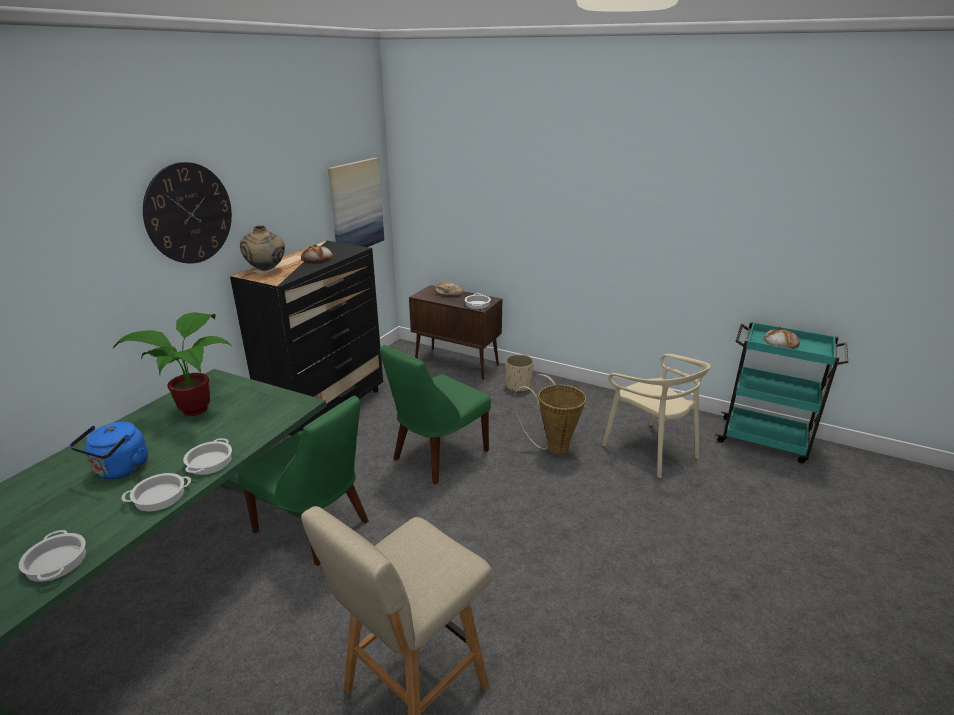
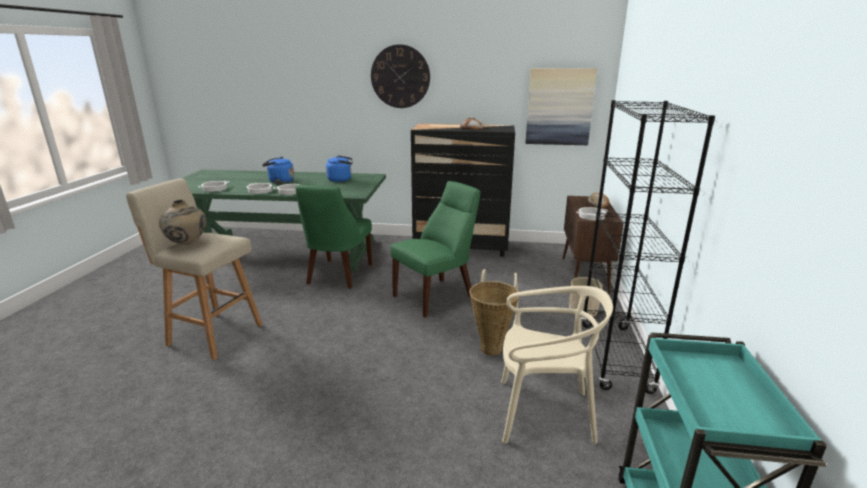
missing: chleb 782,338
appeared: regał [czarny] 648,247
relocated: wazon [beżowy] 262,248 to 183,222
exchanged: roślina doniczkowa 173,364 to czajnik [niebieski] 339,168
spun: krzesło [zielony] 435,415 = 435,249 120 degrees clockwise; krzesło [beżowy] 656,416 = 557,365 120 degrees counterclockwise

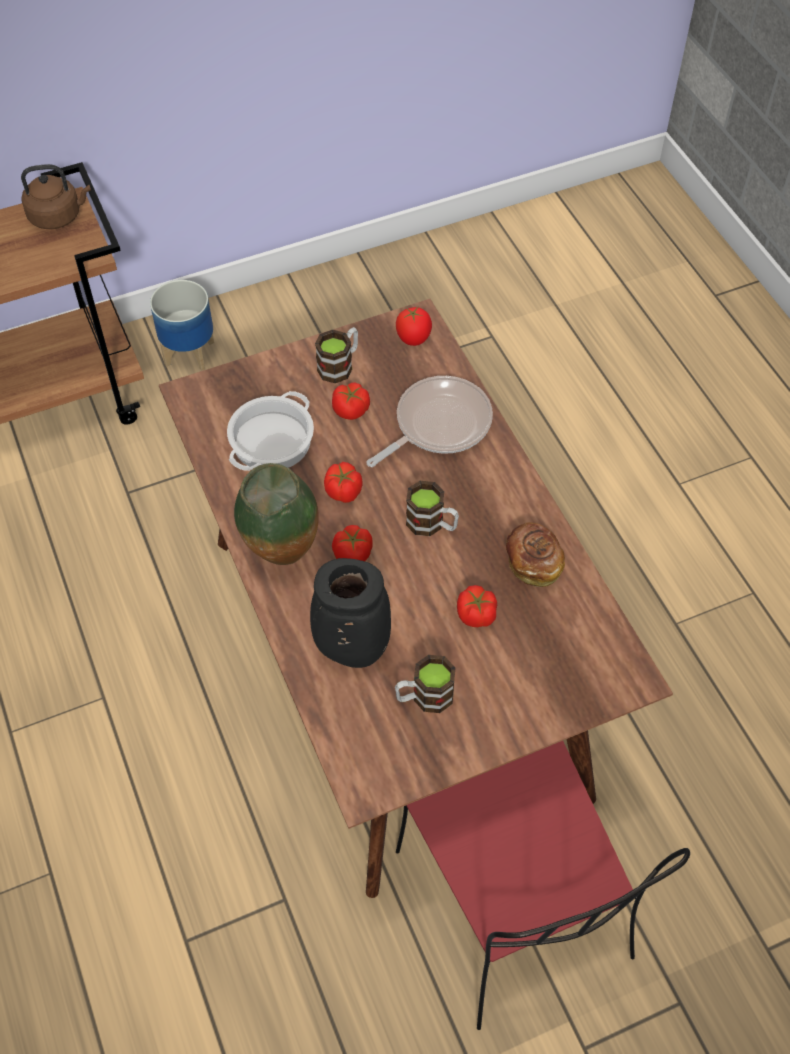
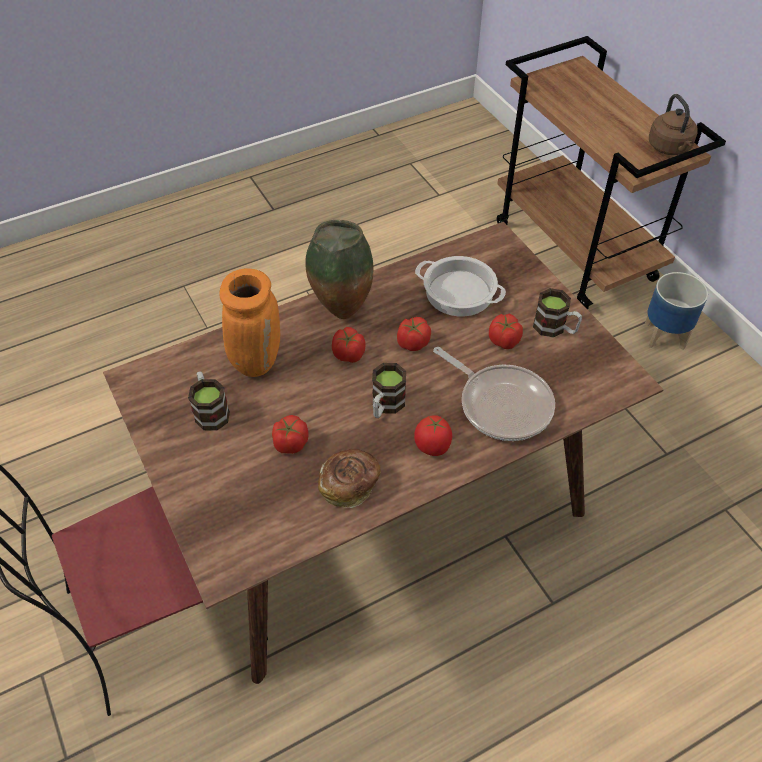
relocated: pomidor 414,326 to 433,435
colour: wazon [czarny] 350,613 to wazon [pomarańczowy] 249,323

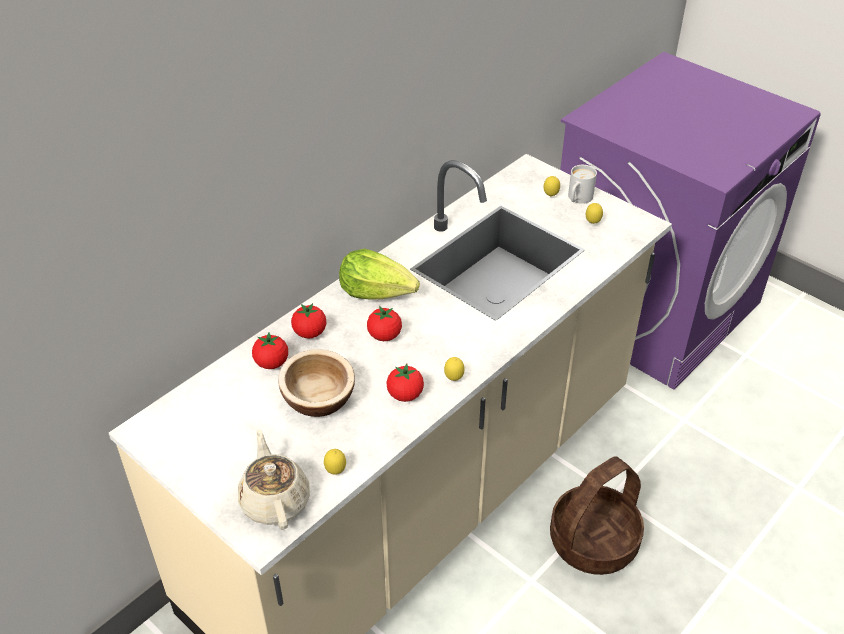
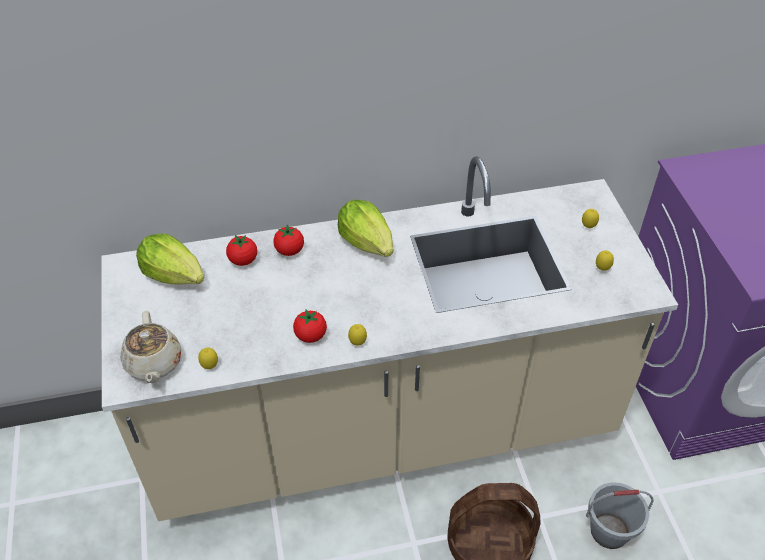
missing: kubek [biały] 582,184; pomidor 384,323; miska 316,383
appeared: sałata 170,259; wiadro [szary] 620,515
spun: imbryk [beżowy] 274,479 = 150,347 150 degrees clockwise

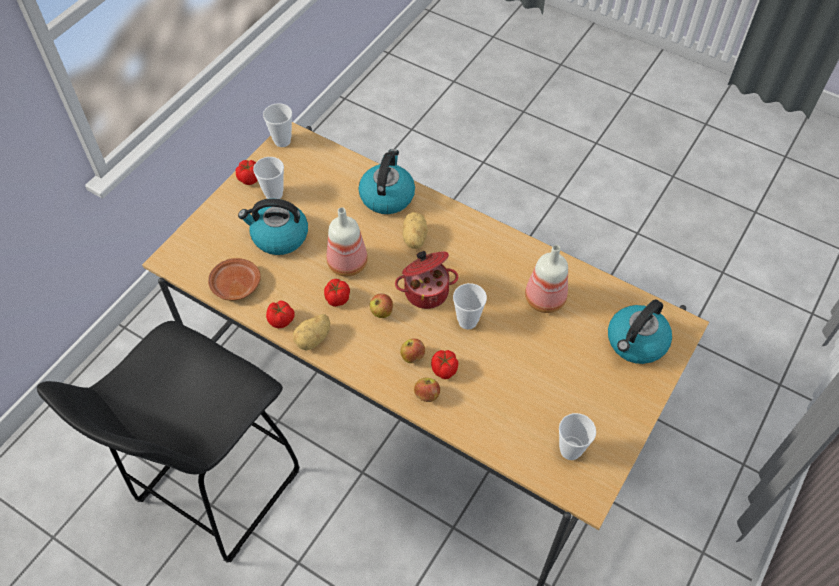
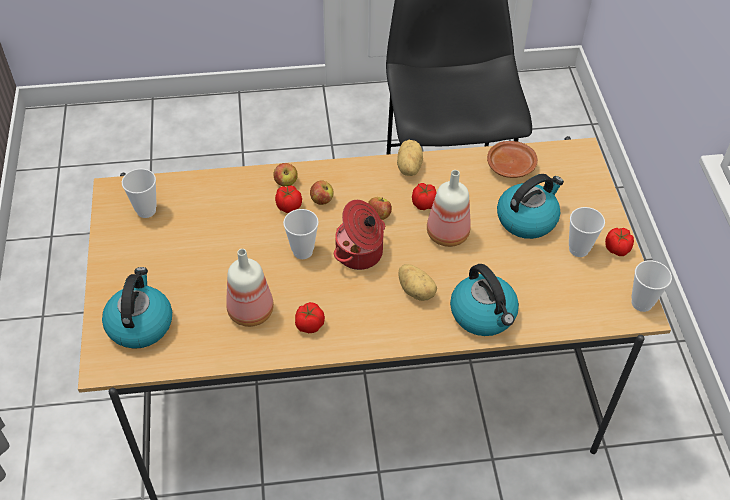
relocated: pomidor 280,314 to 310,317

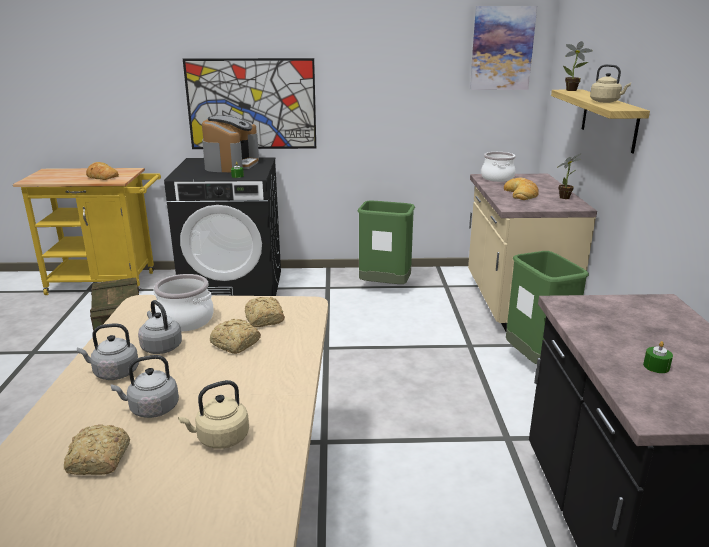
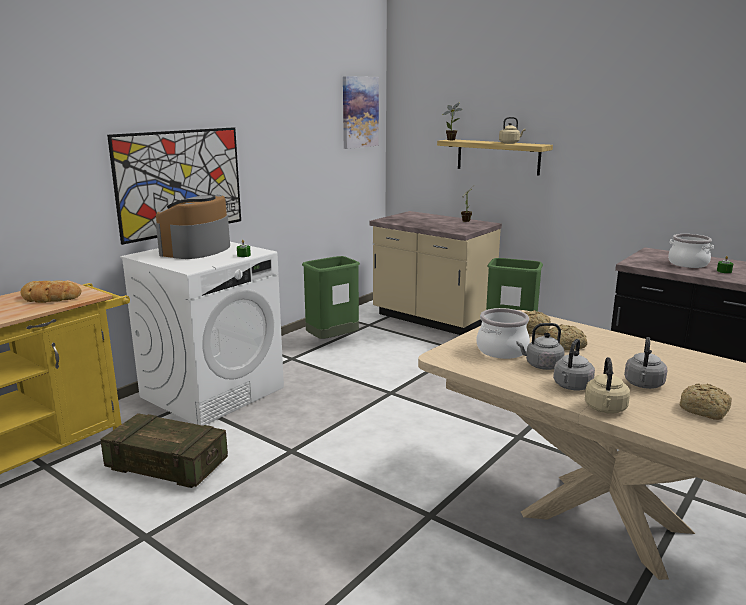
missing: chleb 521,189
relocated: garnek 498,167 to 691,251; czajnik [beżowy] 213,414 to 607,385
colour: pralka [czarny] 222,226 to pralka [biały] 202,334
spun: ekspres do kawy 230,144 = 193,227 120 degrees counterclockwise

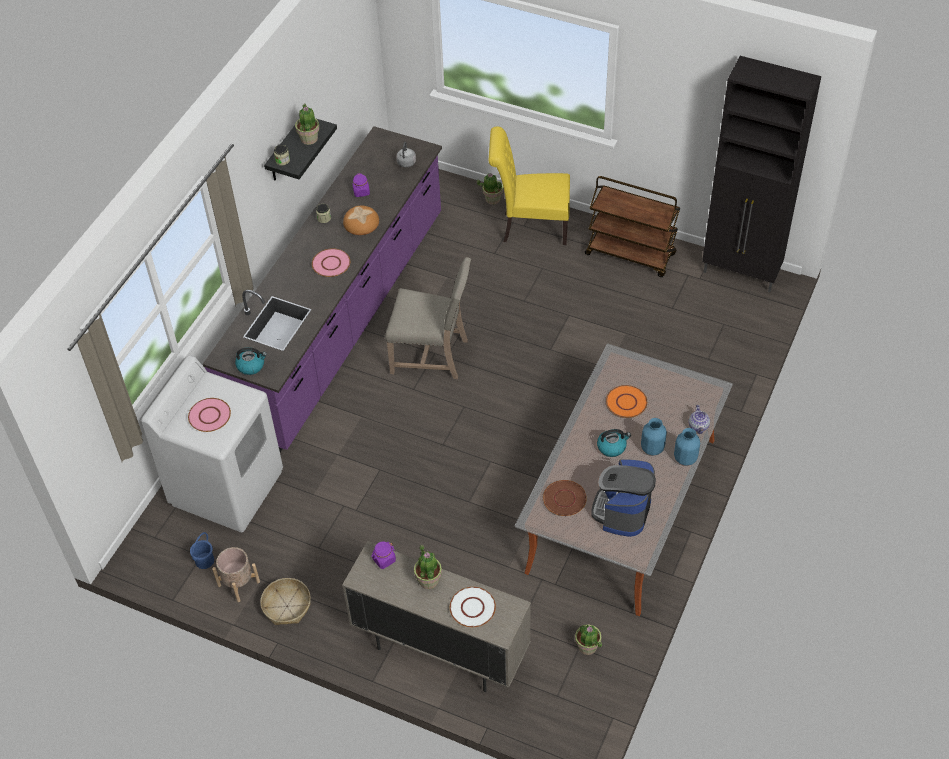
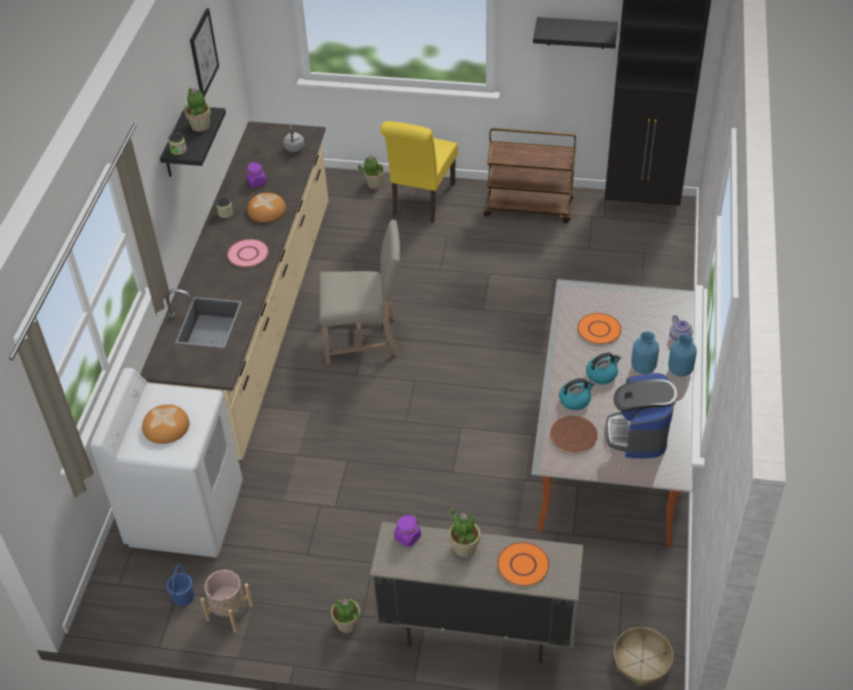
appeared: obraz 204,52; półka [czarny] 575,33
relocated: czajnik 251,361 to 577,394; koszyk 285,601 to 643,656; roślina doniczkowa 588,640 to 346,615
exchanged: talerz [różowy] 209,415 to chleb 165,424
colour: zabudowa kuchenna [fioletowy] 322,289 to zabudowa kuchenna [beżowy] 234,290; talerz [biały] 473,607 to talerz [pomarańczowy] 523,564
spun: krzesło [żółty] 529,186 = 419,172 60 degrees counterclockwise

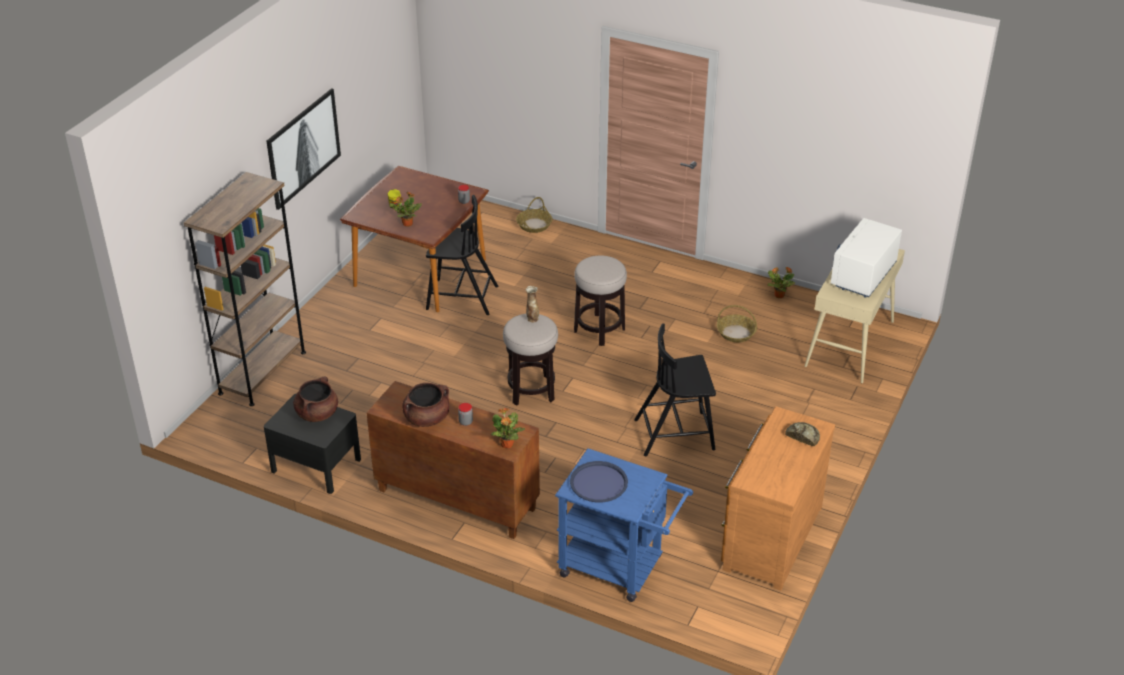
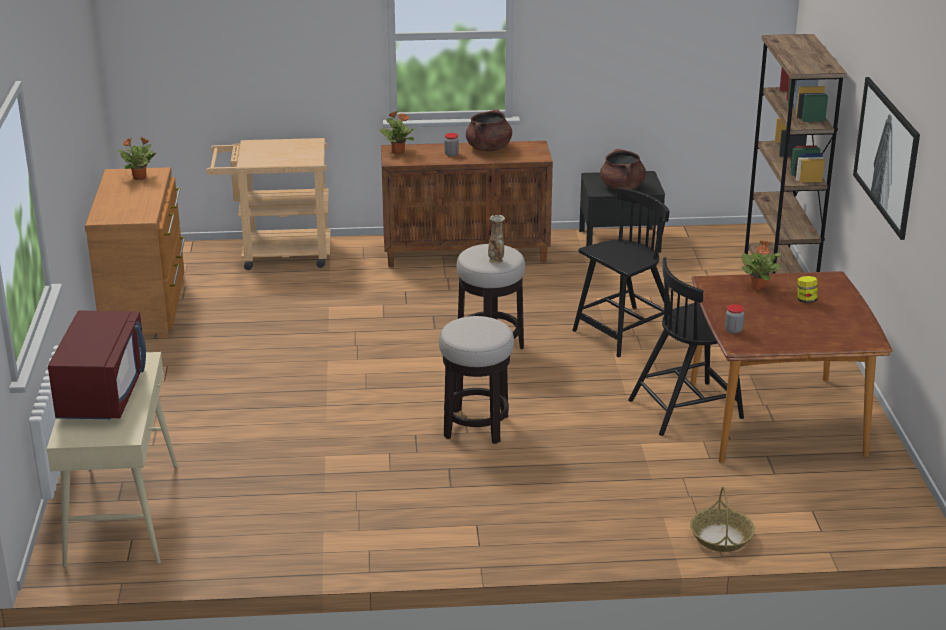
missing: koszyk 737,323; chleb 802,434; taca [niebieski] 599,482
relocated: roślina doniczkowa 781,282 to 137,158; krzesło [czarny] 675,389 to 620,272
colour: mikrofalówka [biały] 866,258 to mikrofalówka [czerwony] 97,365; wózek [niebieski] 624,525 to wózek [beżowy] 268,204

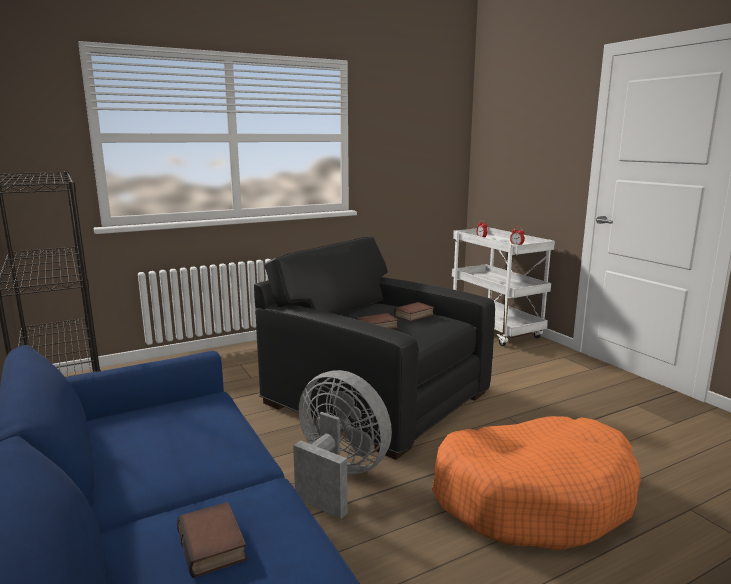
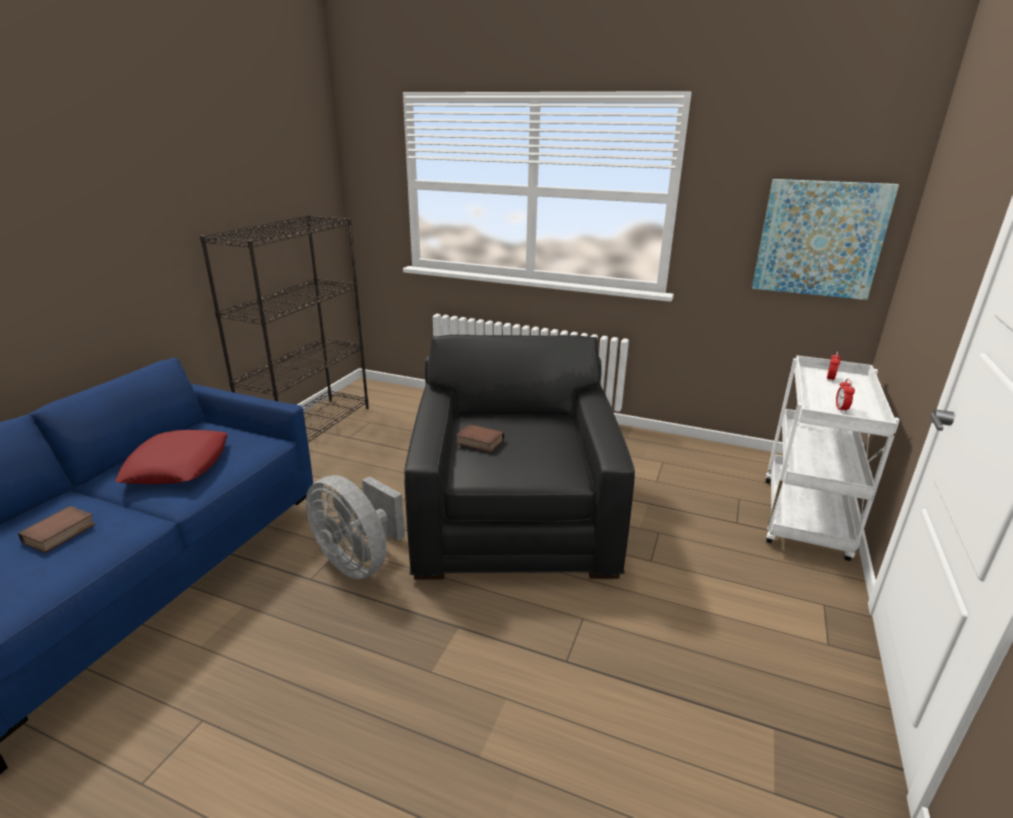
missing: książka 414,312; legowisko [pomarańczowy] 536,483
appeared: obraz 825,239; poduszka [czerwony] 171,457
spun: wentylator [szary] 342,444 = 355,527 135 degrees clockwise

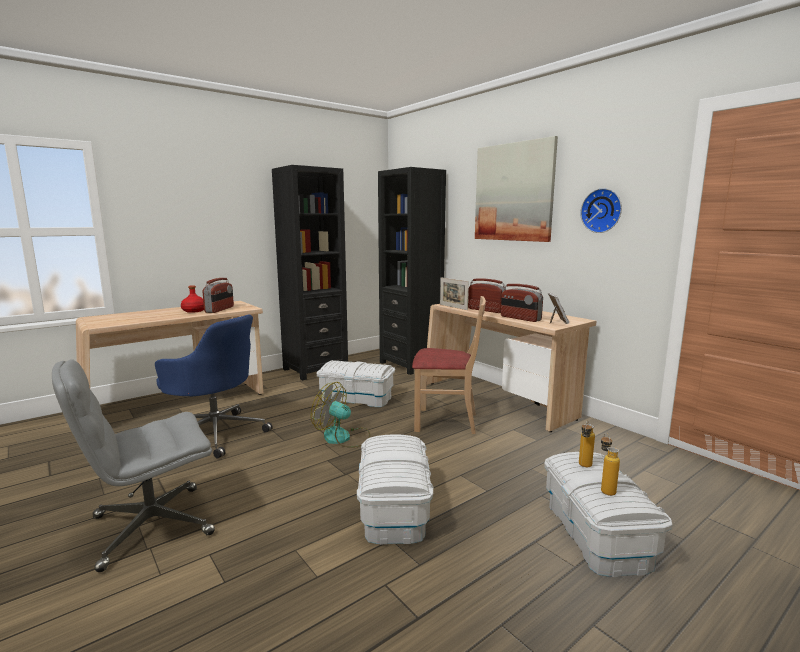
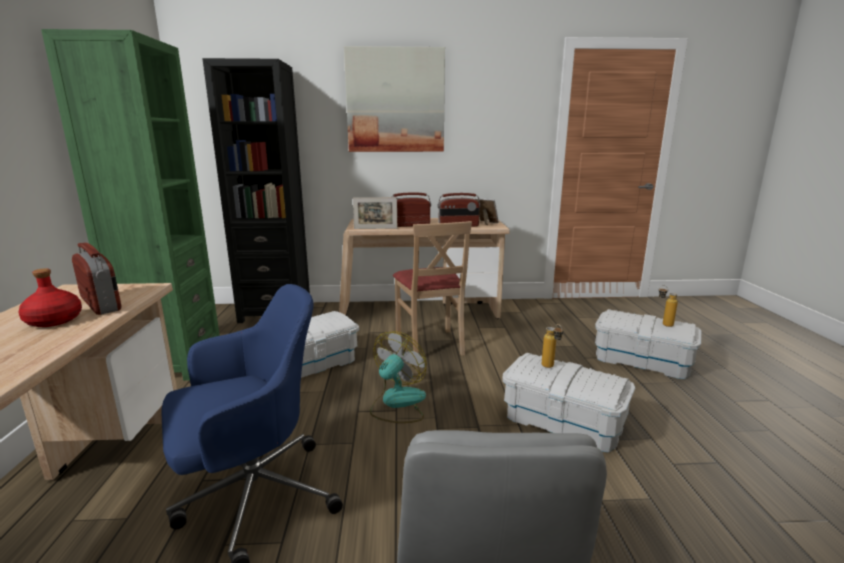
missing: zegar ścienny 601,210
relocated: butelka 587,444 to 552,346
colour: regał [czarny] 310,272 to regał [zielony] 130,205
spun: krzesło [beżowy] 449,365 = 432,288 120 degrees clockwise; wentylator 340,414 = 398,377 150 degrees clockwise

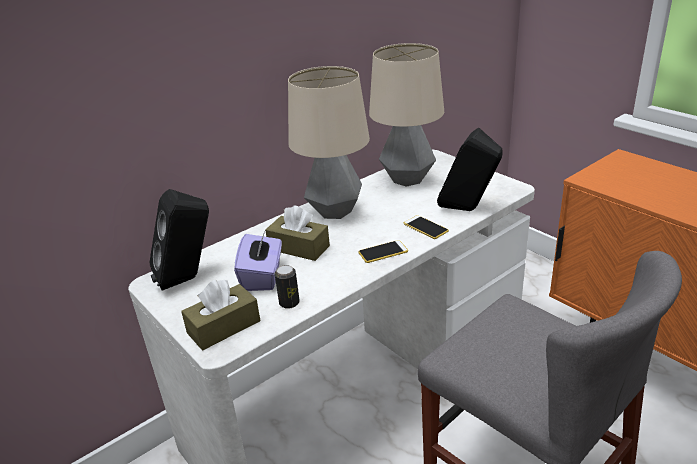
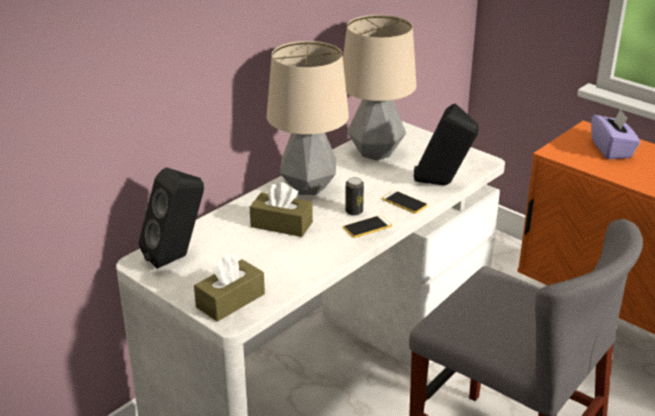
relocated: pudełko chusteczek [fioletowy] 258,260 to 615,134; puszka 287,287 to 354,196

